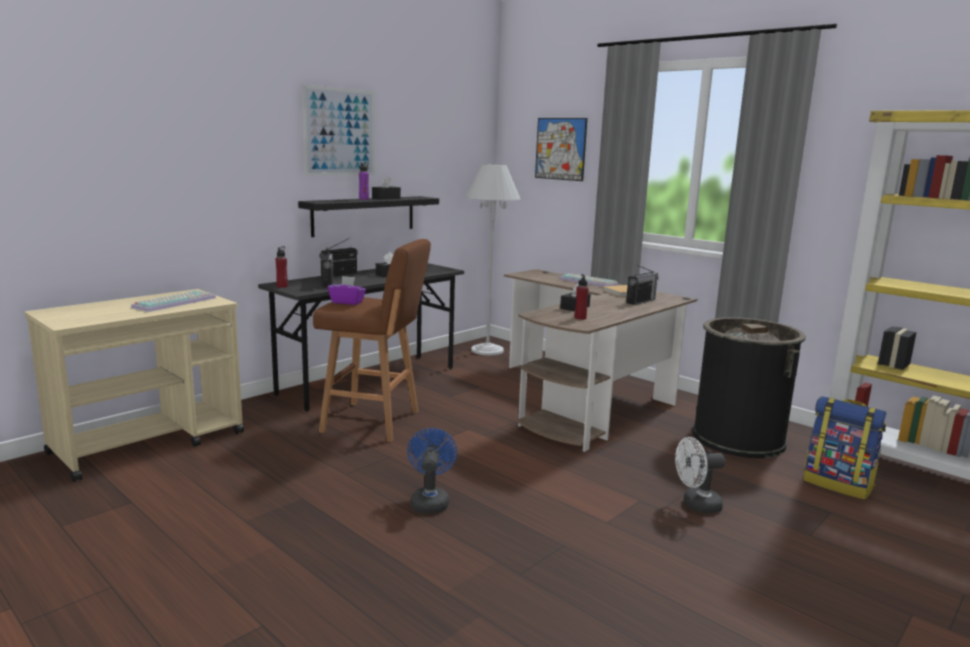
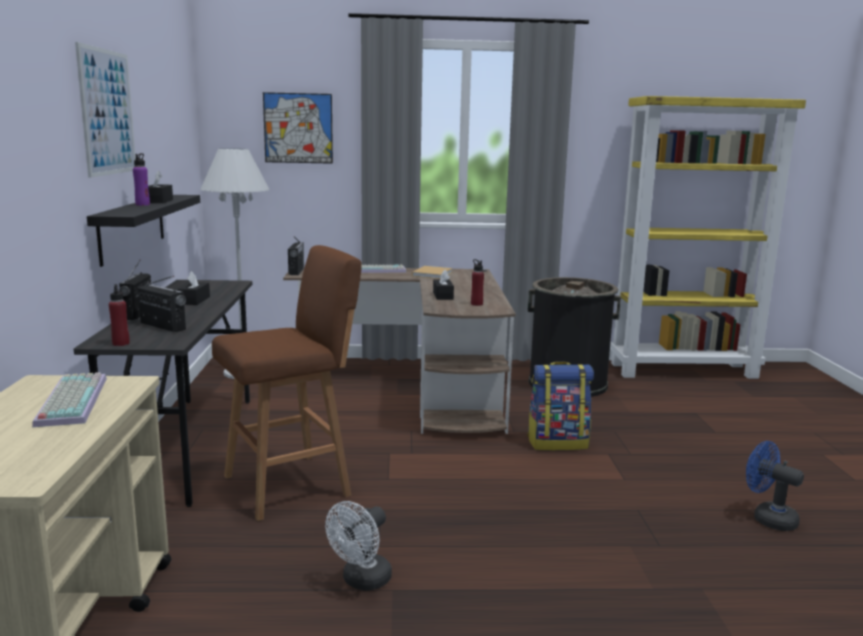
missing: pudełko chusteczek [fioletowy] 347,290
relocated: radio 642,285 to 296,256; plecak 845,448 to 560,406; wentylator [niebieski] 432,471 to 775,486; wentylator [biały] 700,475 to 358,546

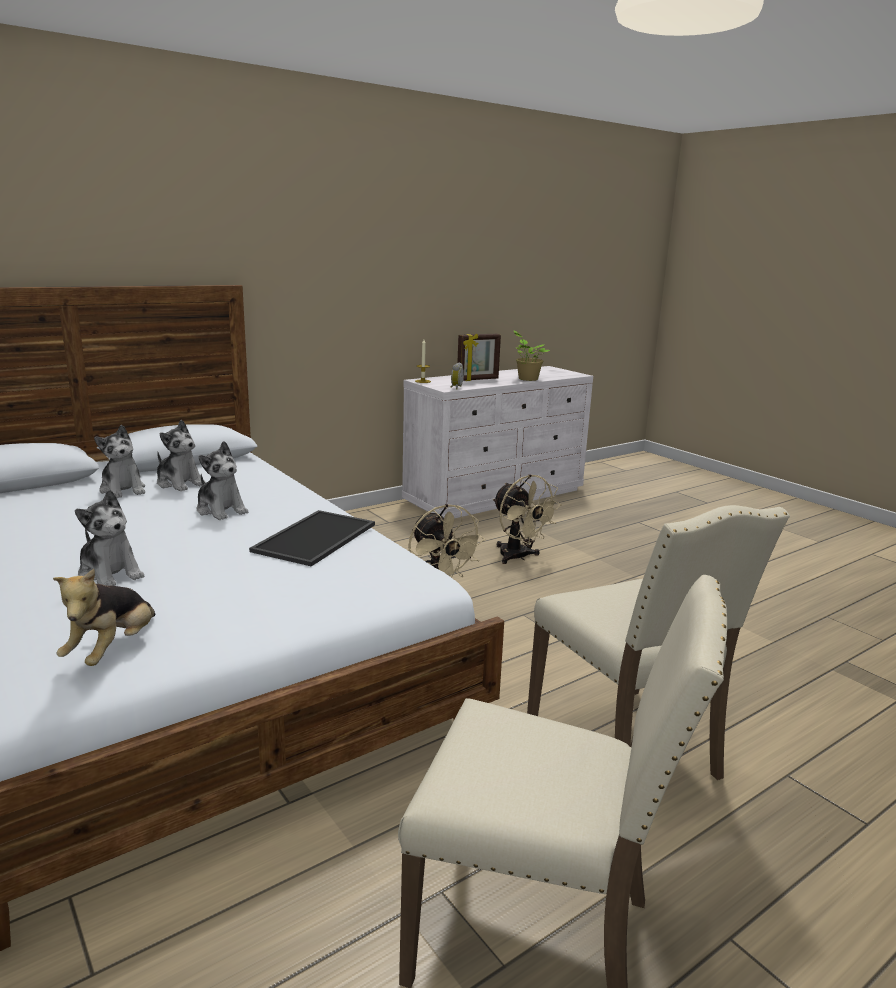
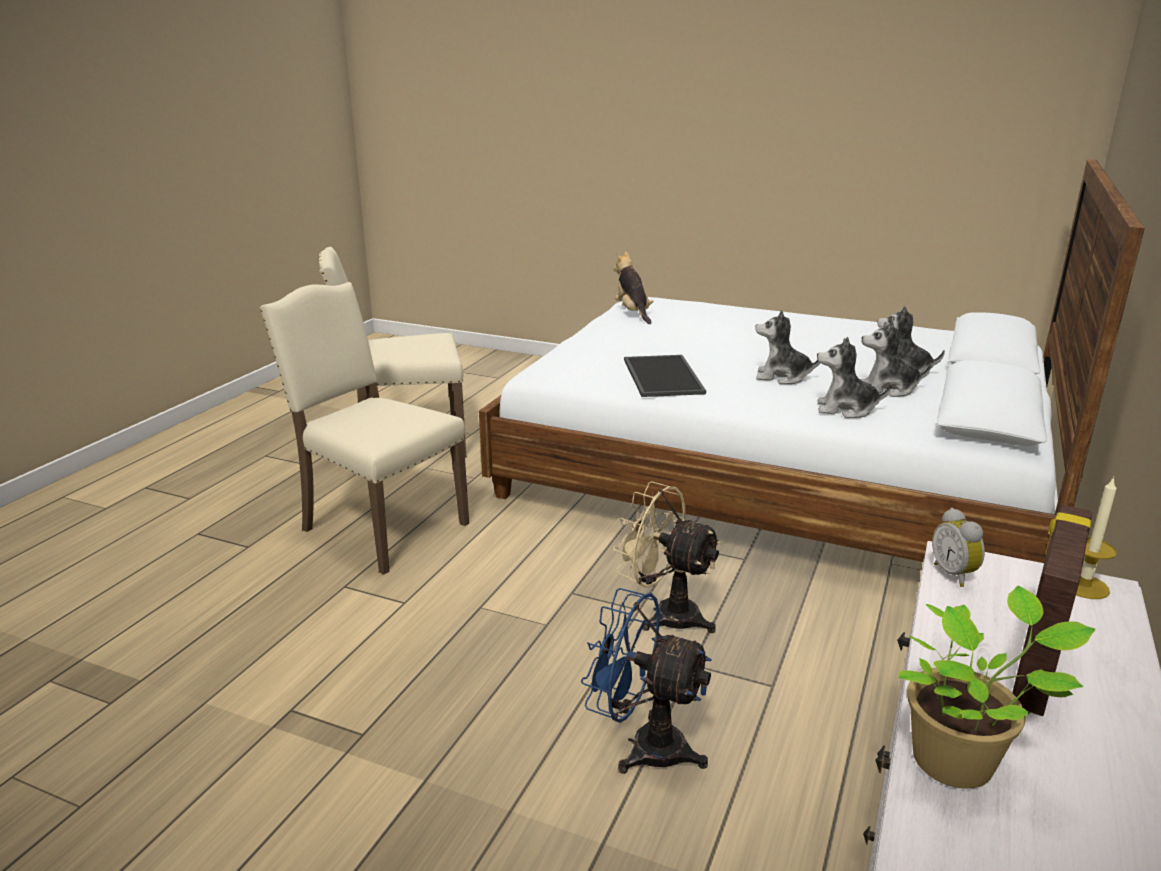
relocated: pluszak 109,537 to 854,377
colour: wentylator [beżowy] 527,519 to wentylator [niebieski] 646,681

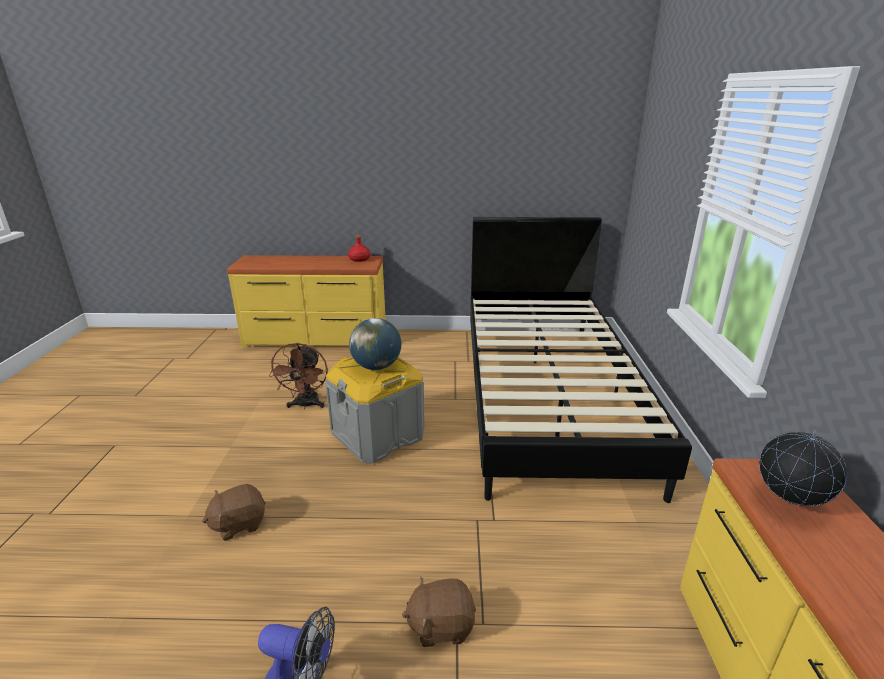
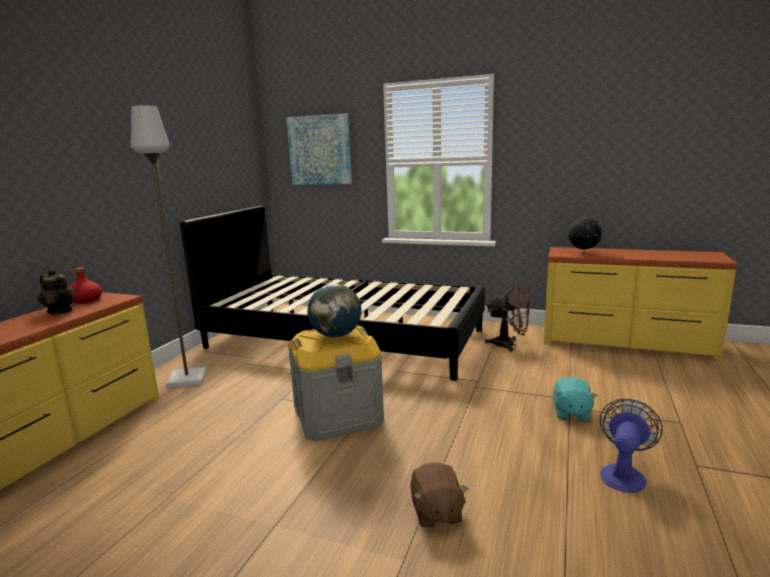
appeared: lampa stojąca [szary] 169,247; obraz 319,149; imbryk 57,291
relocated: wentylator [brązowy] 298,376 to 507,317
colour: pluszak [brązowy] 439,611 to pluszak [turkusowy] 575,399

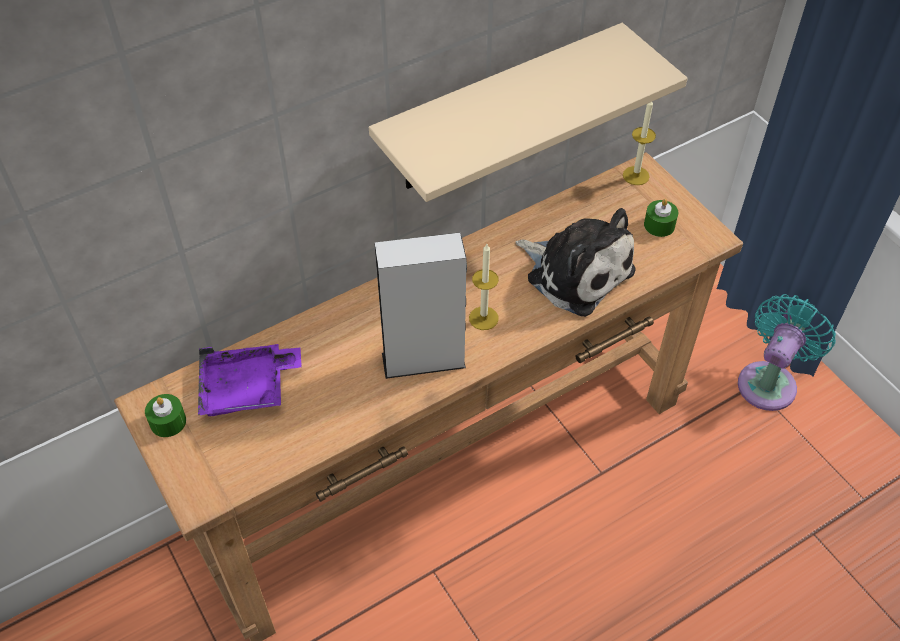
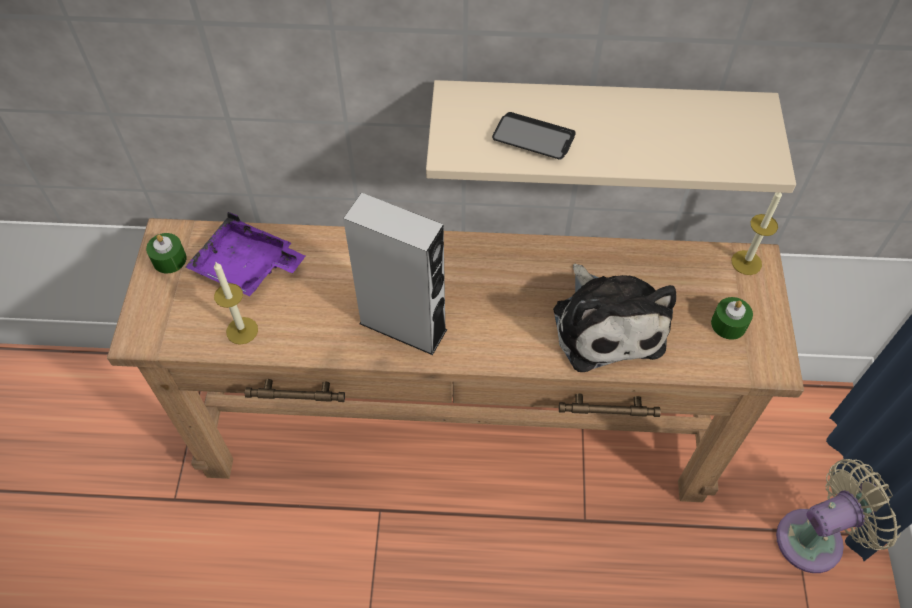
appeared: telefon 534,136
relocated: świeca 484,287 to 236,303
colour: wentylator [turkusowy] 787,352 to wentylator [beżowy] 838,516

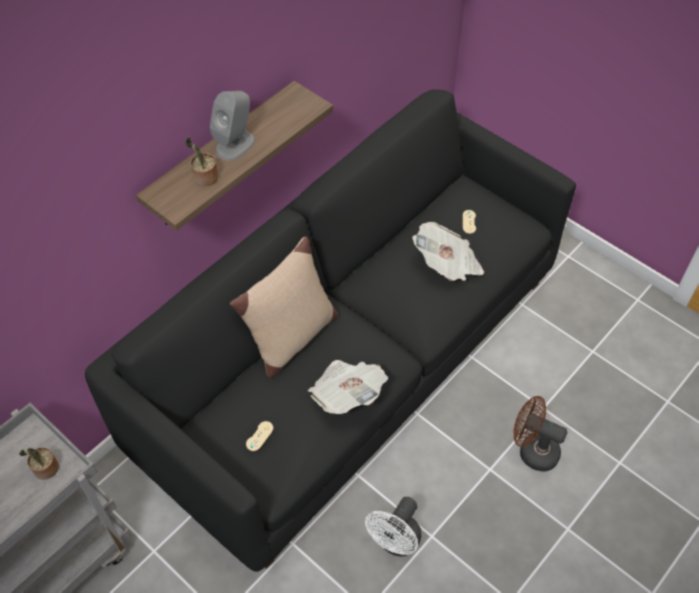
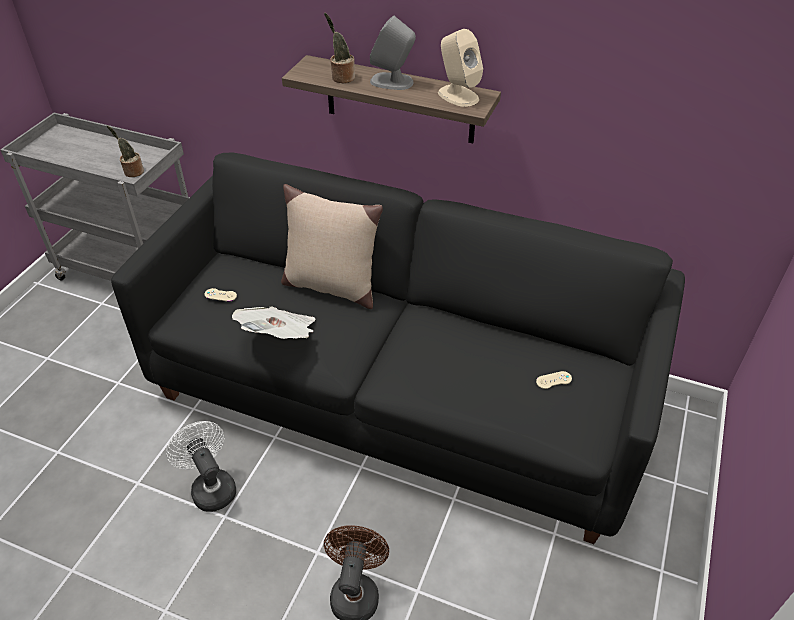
missing: gazeta 448,251
appeared: głośnik [beżowy] 460,68
spun: wentylator [biały] 393,526 = 201,466 45 degrees clockwise

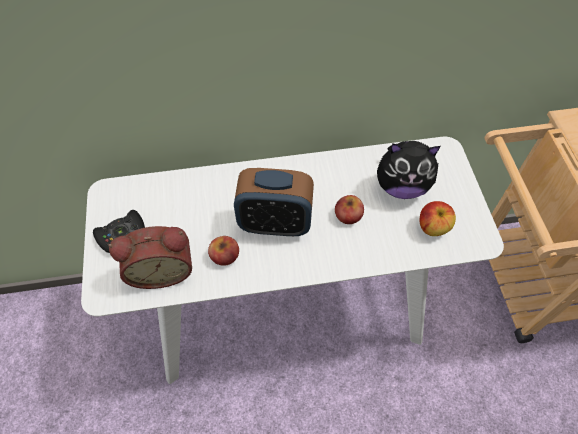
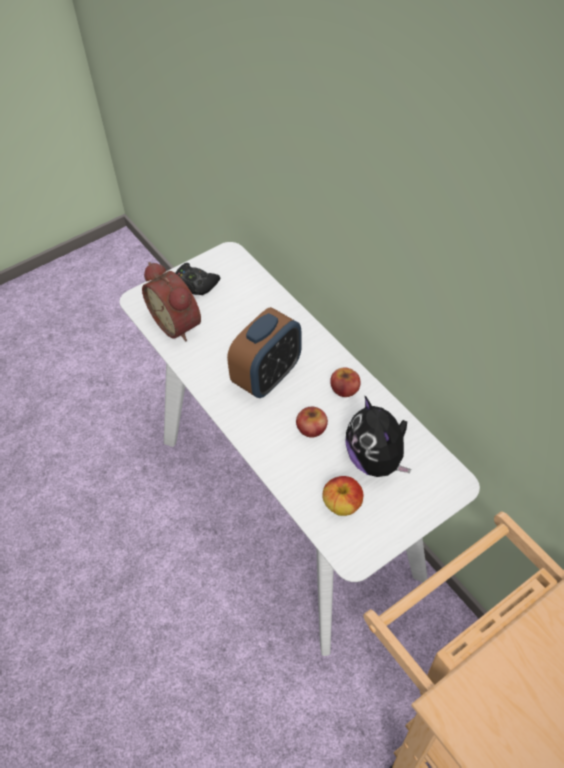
relocated: jabłko 223,251 to 345,382
spun: budzik 274,202 = 264,352 120 degrees counterclockwise

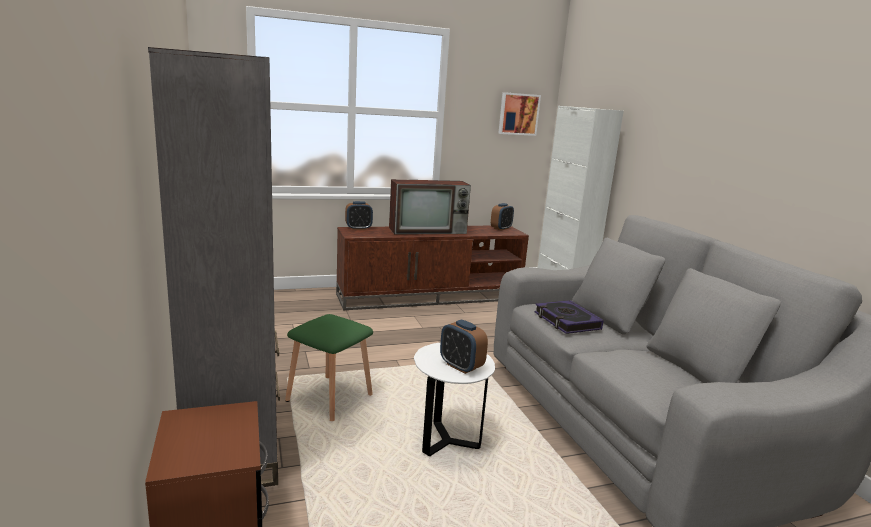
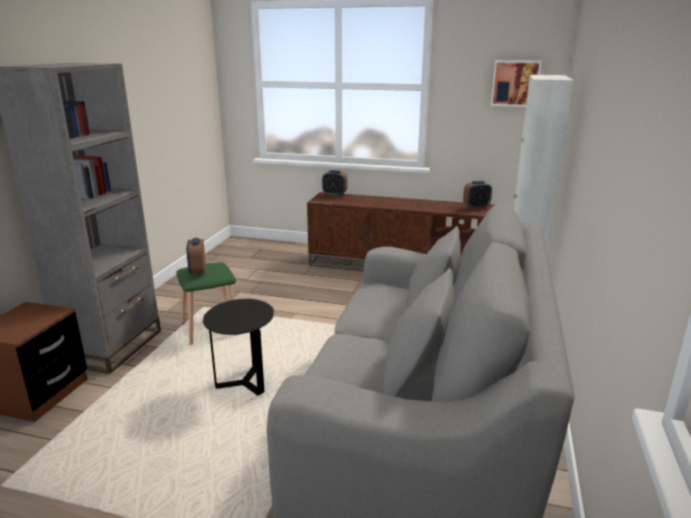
missing: telewizor 430,206; książka 569,317
relocated: budzik 464,347 to 195,256
colour: stolik [biały] 454,399 to stolik [czarny] 238,347

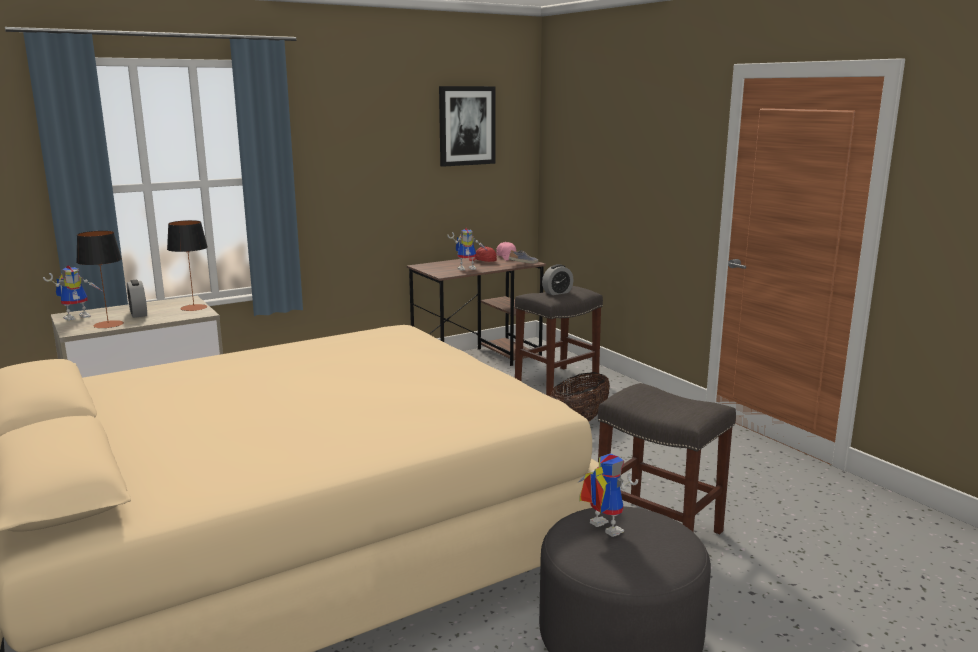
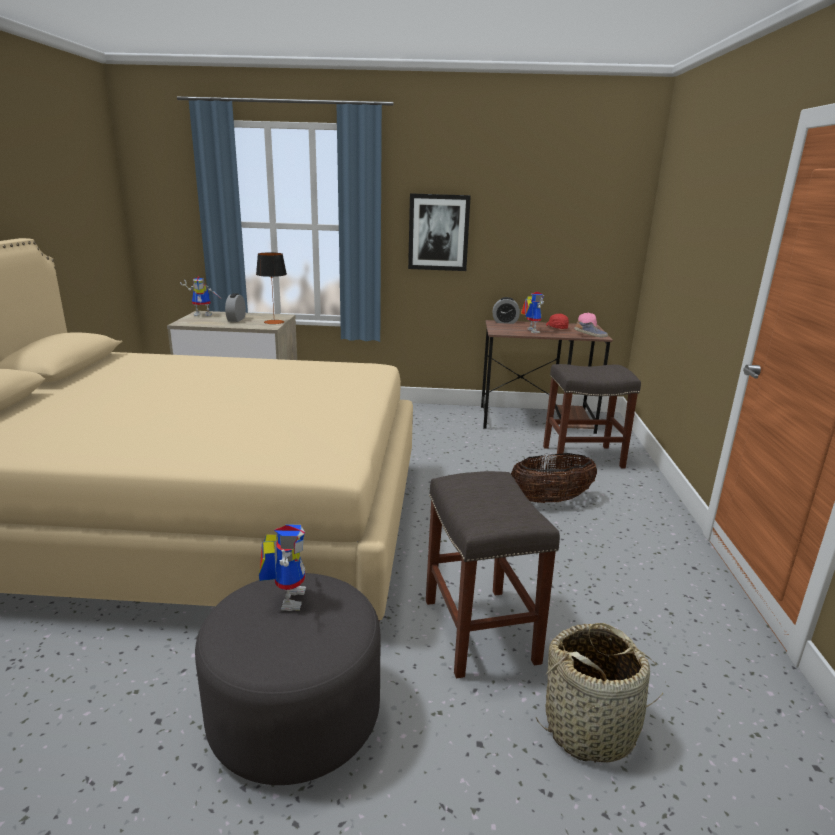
missing: lampa stołowa 100,279
appeared: koszyk 601,693
relocated: obraz 467,126 to 439,232; budzik 558,279 to 506,310
spun: robot zabawkowy 468,249 = 532,312 120 degrees counterclockwise

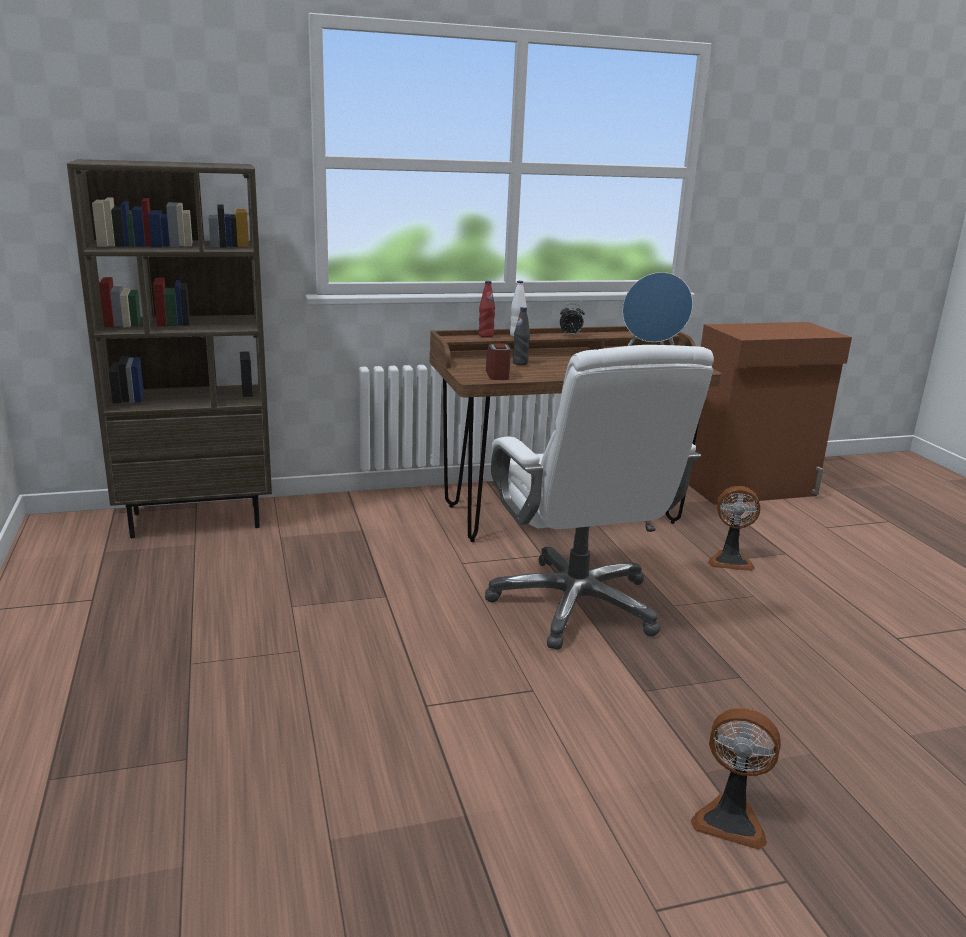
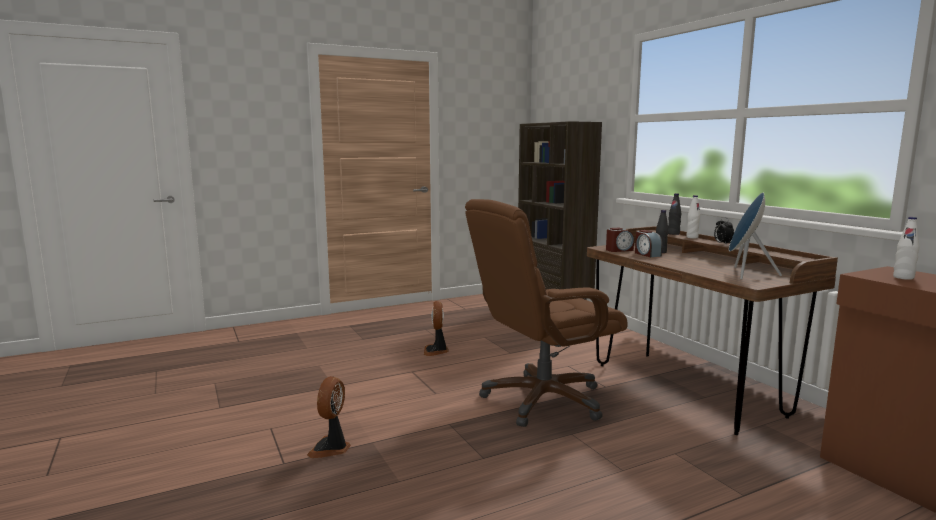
appeared: butelka [biały] 906,248; budzik 648,243
relocated: wentylator 734,528 to 436,328
colour: butelka [czerwony] 487,309 to butelka [czarny] 674,214; krzesło biurowe [biały] 599,497 to krzesło biurowe [brązowy] 546,313

